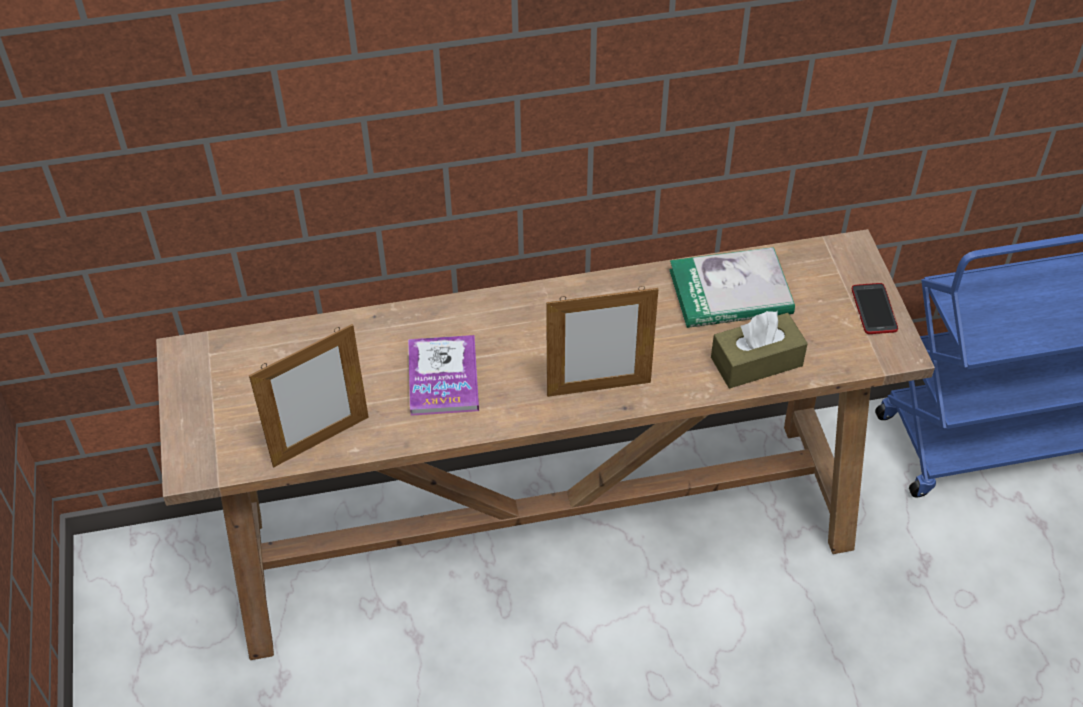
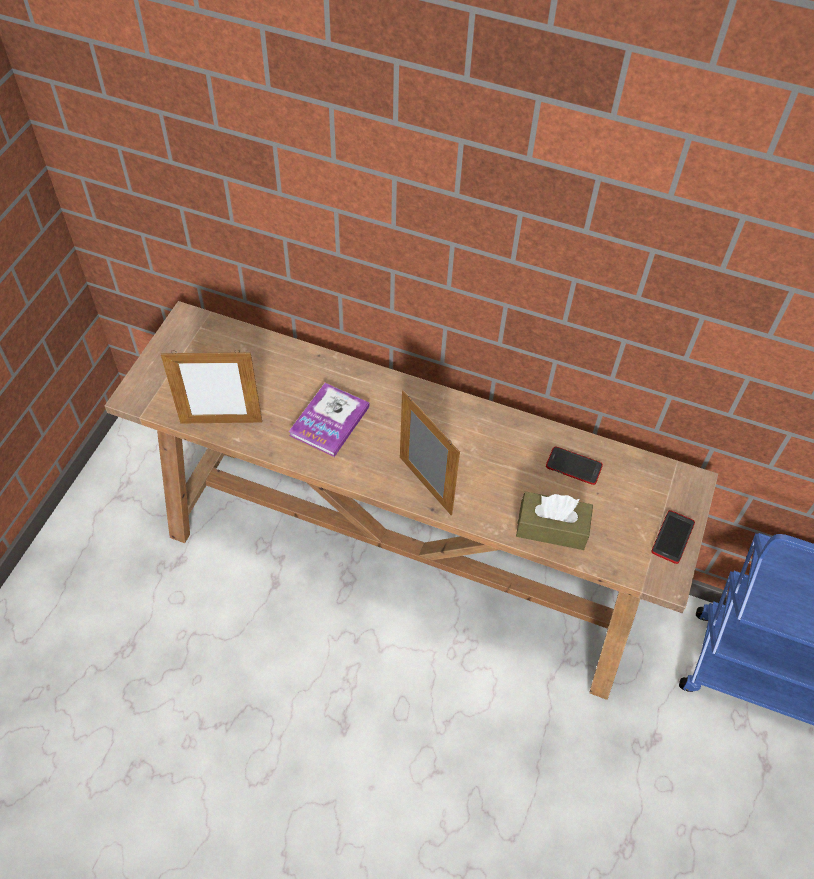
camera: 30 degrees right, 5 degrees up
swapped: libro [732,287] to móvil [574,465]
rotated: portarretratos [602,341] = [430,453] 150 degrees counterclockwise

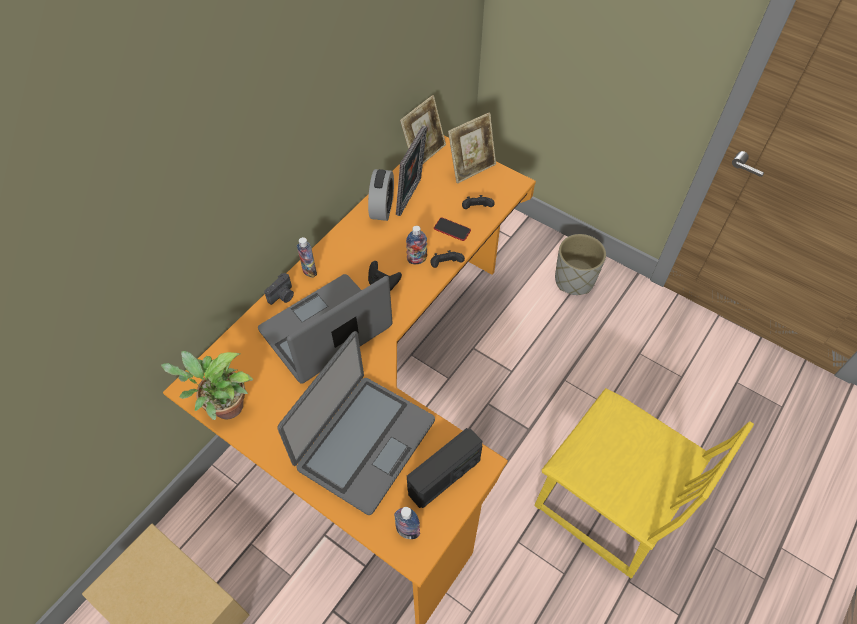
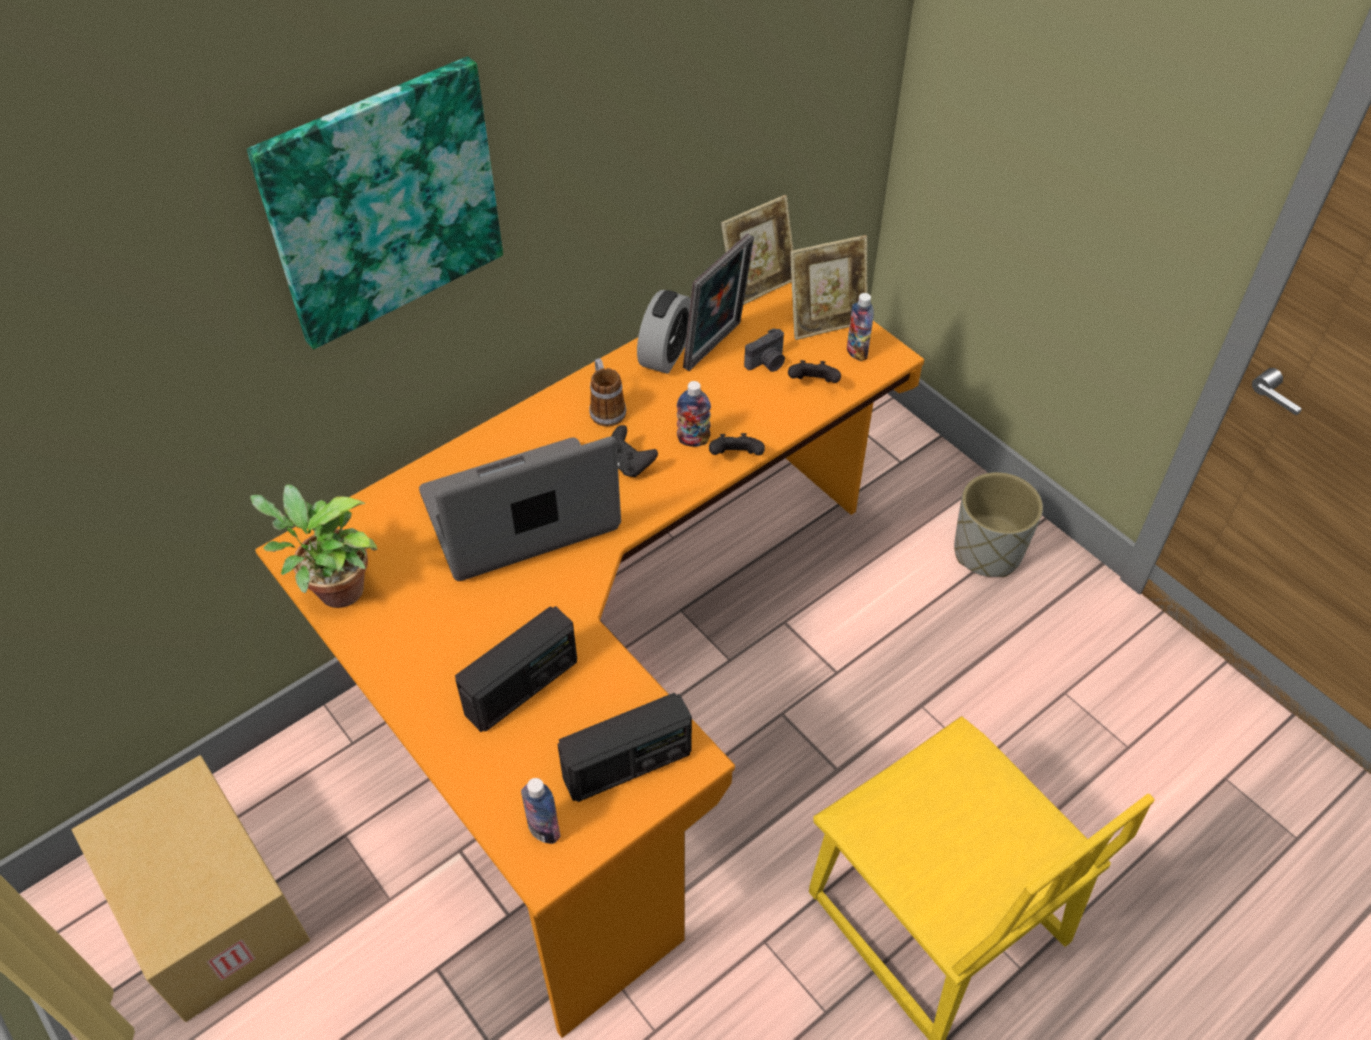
camera: 15 degrees right, 5 degrees down
gone: móvil [452,229]
new: cuadro [375,203]; taza grande [607,392]
shifted: cámara [279,289] to [764,350]; botella [307,257] to [860,327]
swapped: portátil [356,423] to radio [516,669]

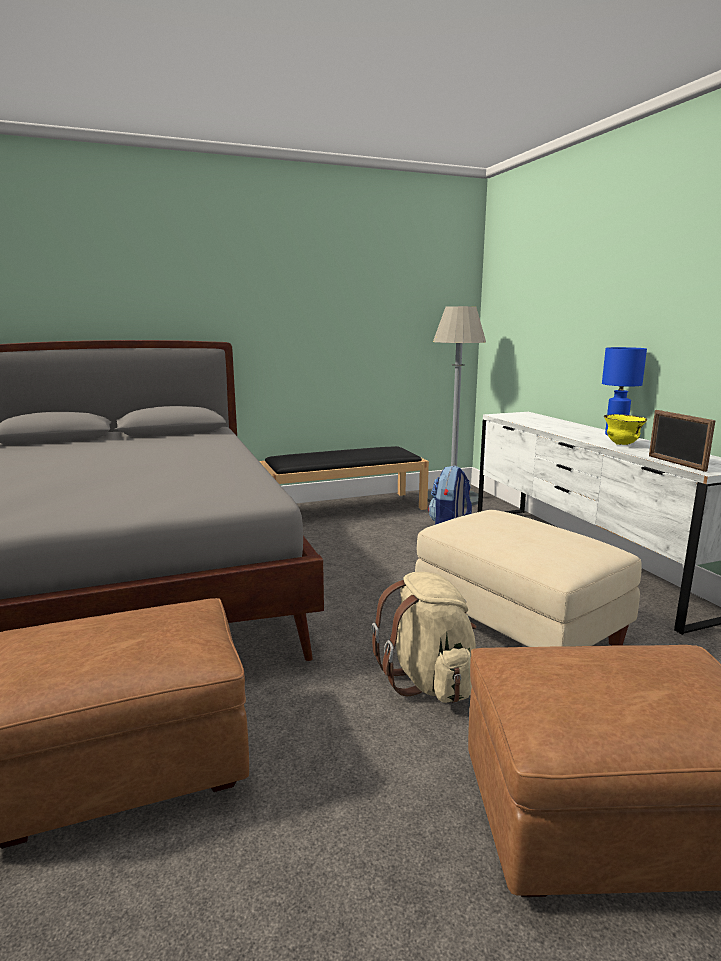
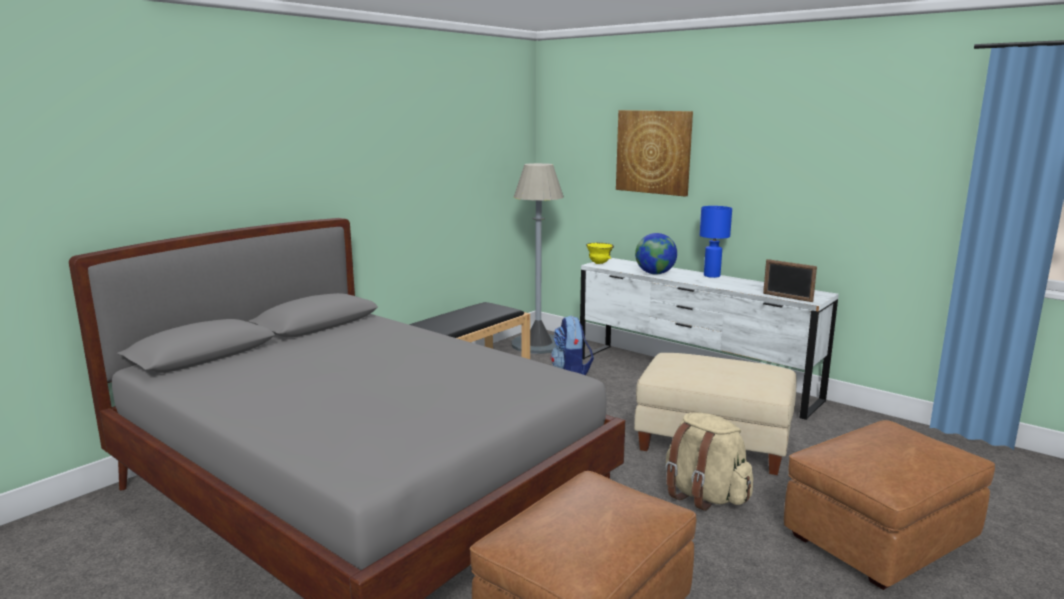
camera: 30 degrees left, 0 degrees up
new: cuadro [654,153]; globo terráqueo [656,253]
shifted: cuenco [amarillo] [626,429] to [600,253]

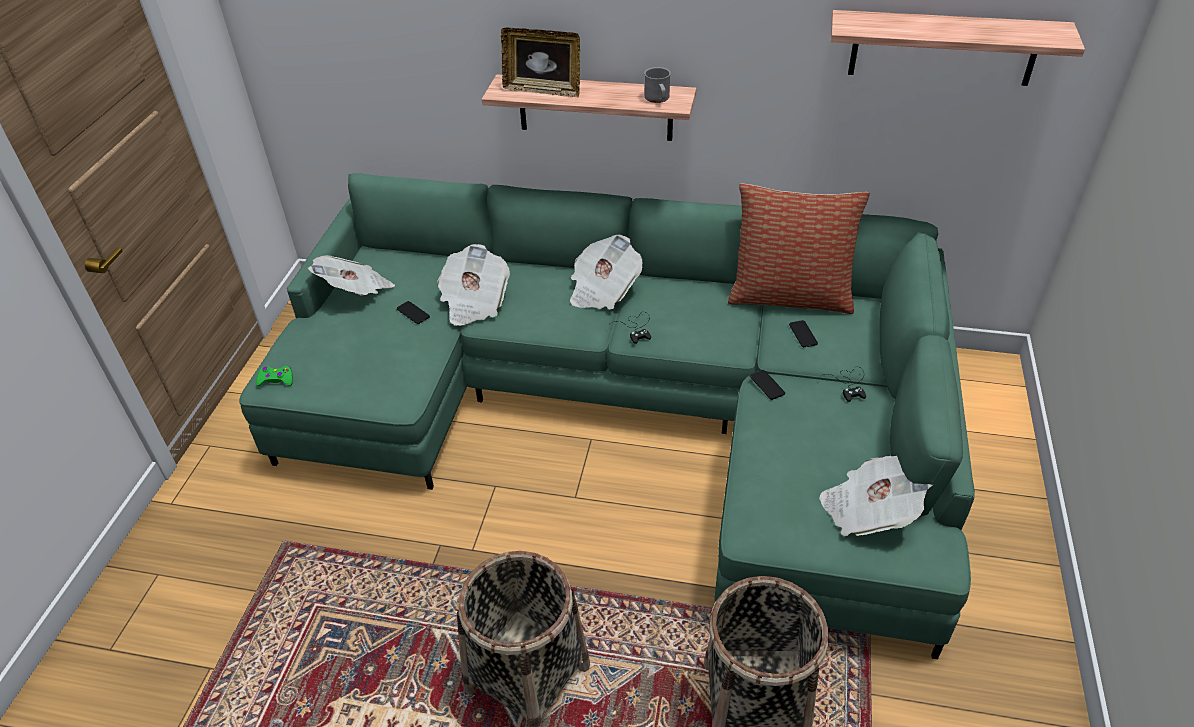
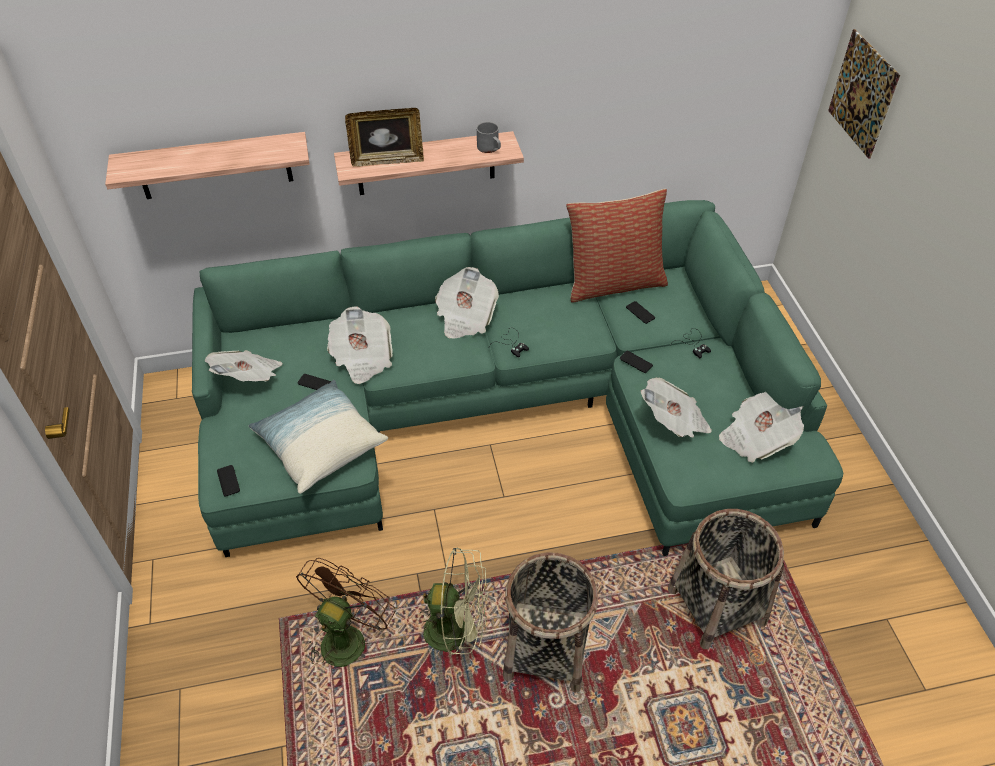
camera: 25 degrees left, 5 degrees up
new: cojín [318,437]; ventilador [marrón] [345,612]; ventilador [verde] [454,601]; periódico [676,408]; cuadro [864,94]
shifted: estante [958,48] to [207,165]
swapped: mando de consola [verde] [274,376] to móvil [228,481]

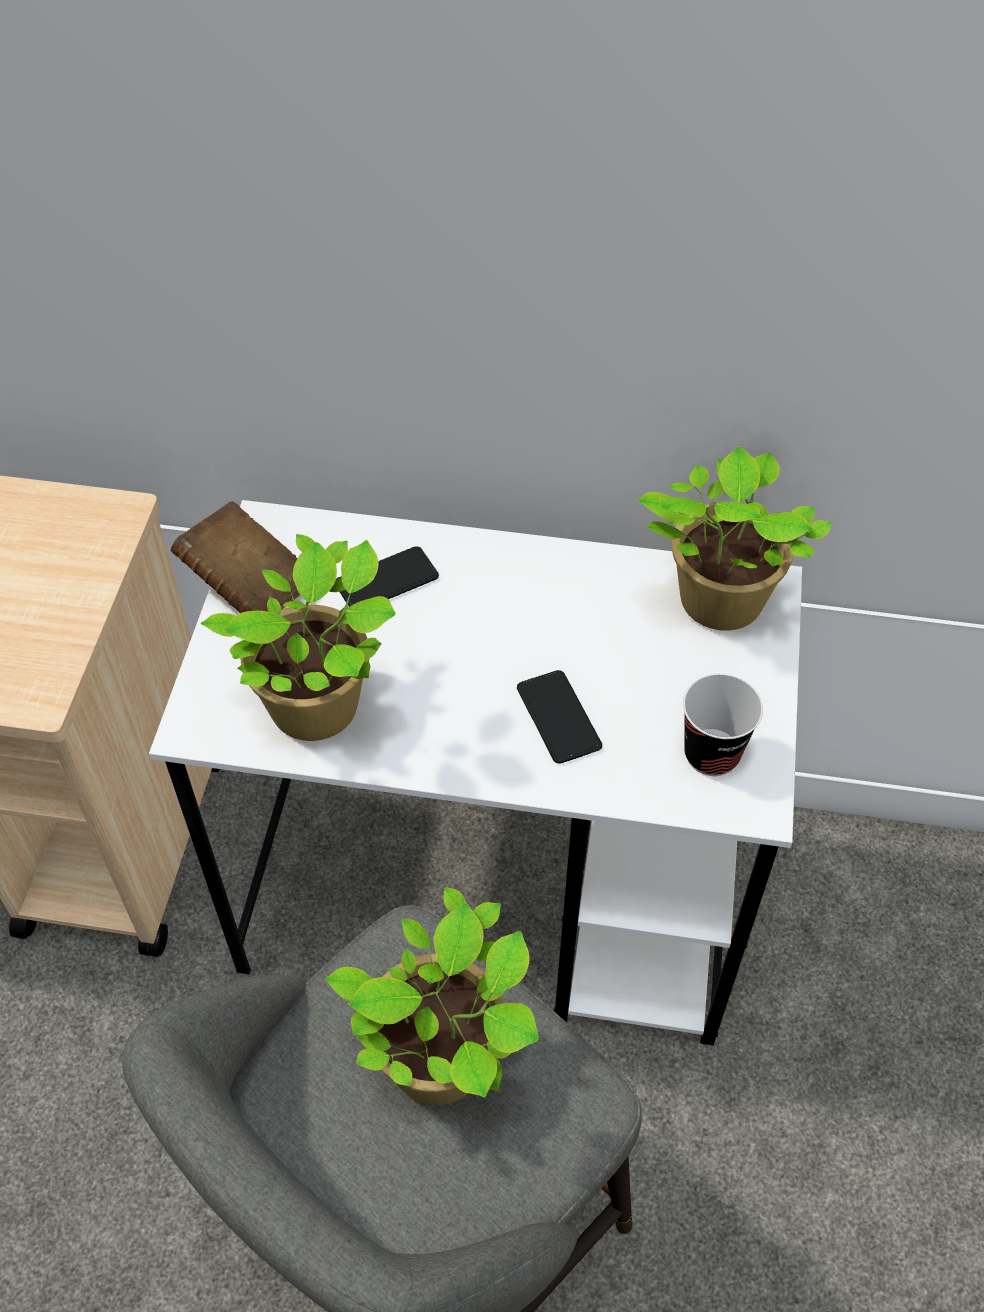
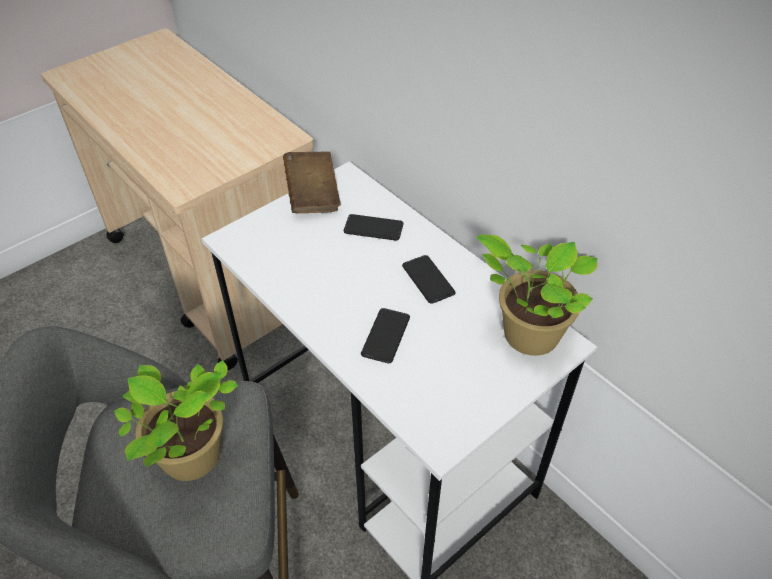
camera: 40 degrees right, 5 degrees down
gone: planta en maceta [298,637]; taza [723,725]
new: móvil [429,279]

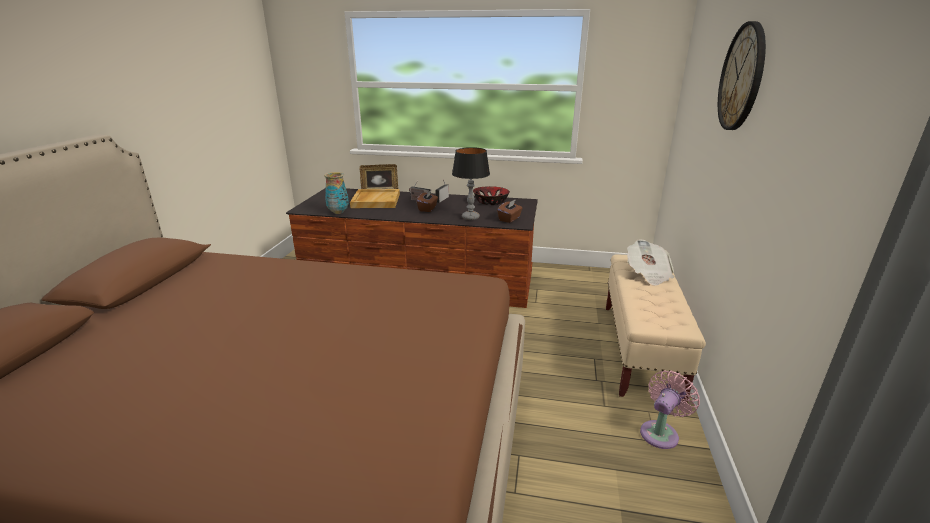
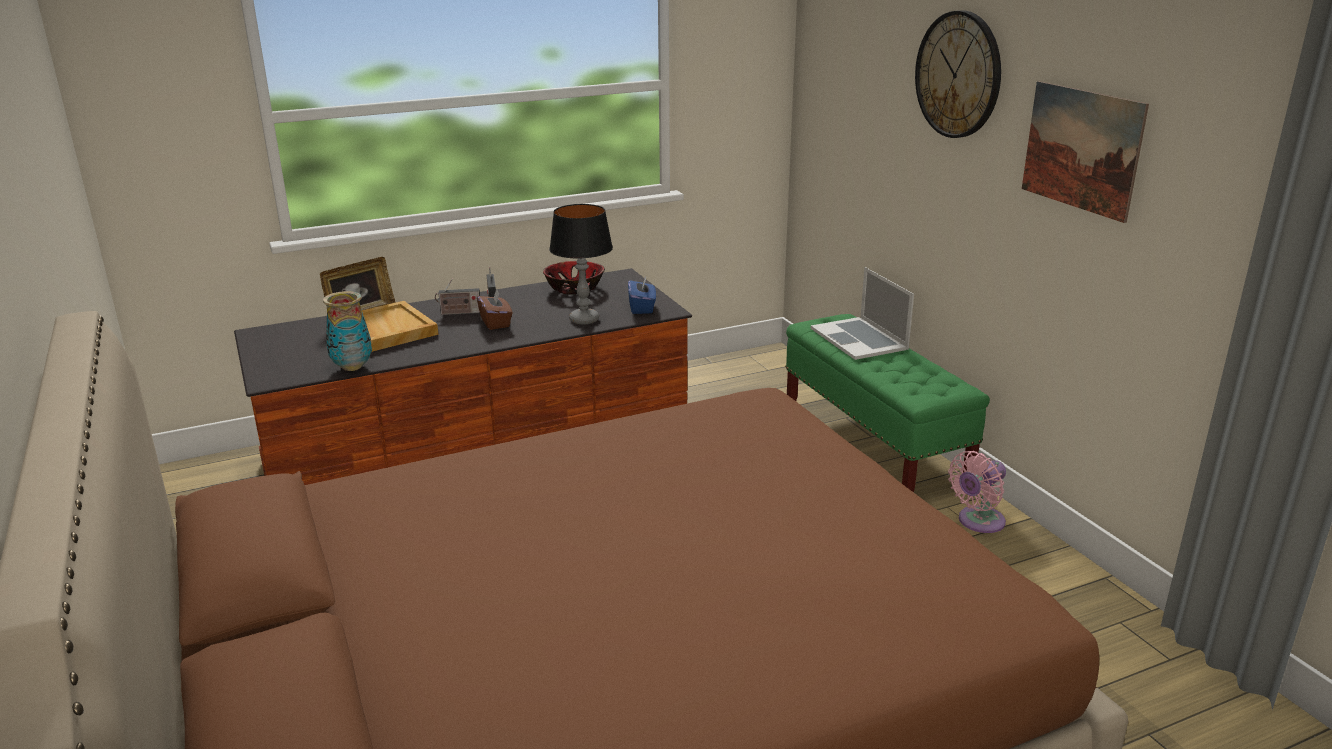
camera: 35 degrees left, 0 degrees up
new: cuadro [1085,152]
swapped: periódico [651,262] to portátil [862,313]
repainted: caja de pañuelos [marrón] [510,211] to caja de pañuelos [azul] [642,295]; banco [beis] [656,328] to banco [verde] [887,403]
rotated: ventilador [rosa] [670,409] = [977,492] 135 degrees counterclockwise

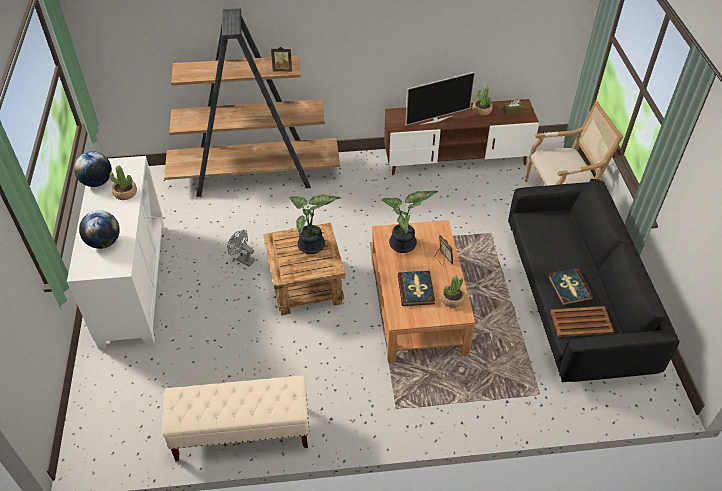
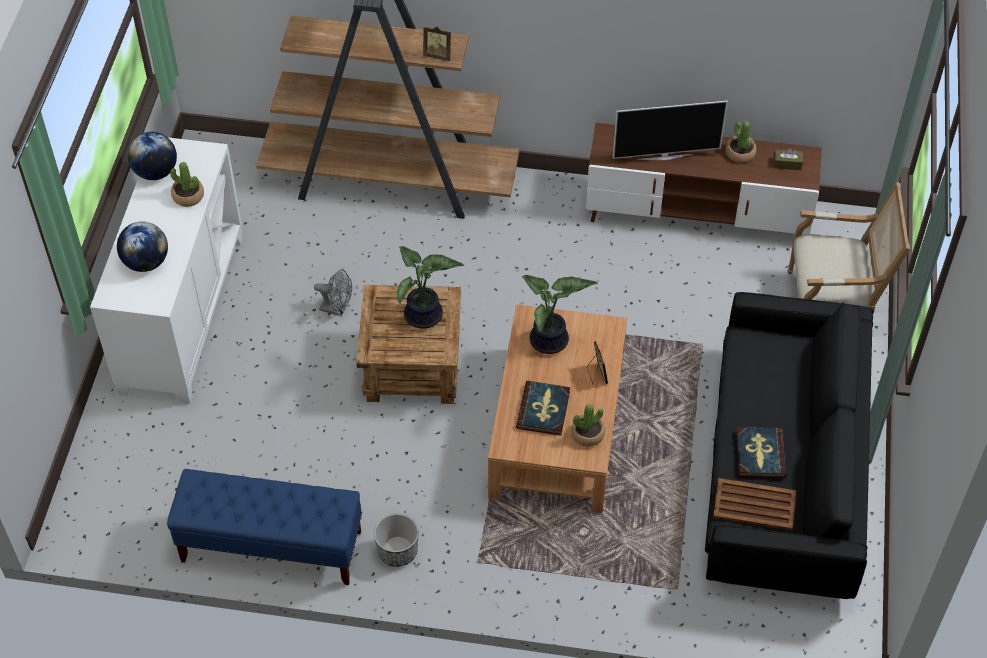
camera: 15 degrees right, 5 degrees up
new: maceta [396,540]
repainted: banco [beis] [235,418] to banco [azul] [264,527]
rotated: ventilador [gris] [241,248] = [333,292] 150 degrees clockwise

